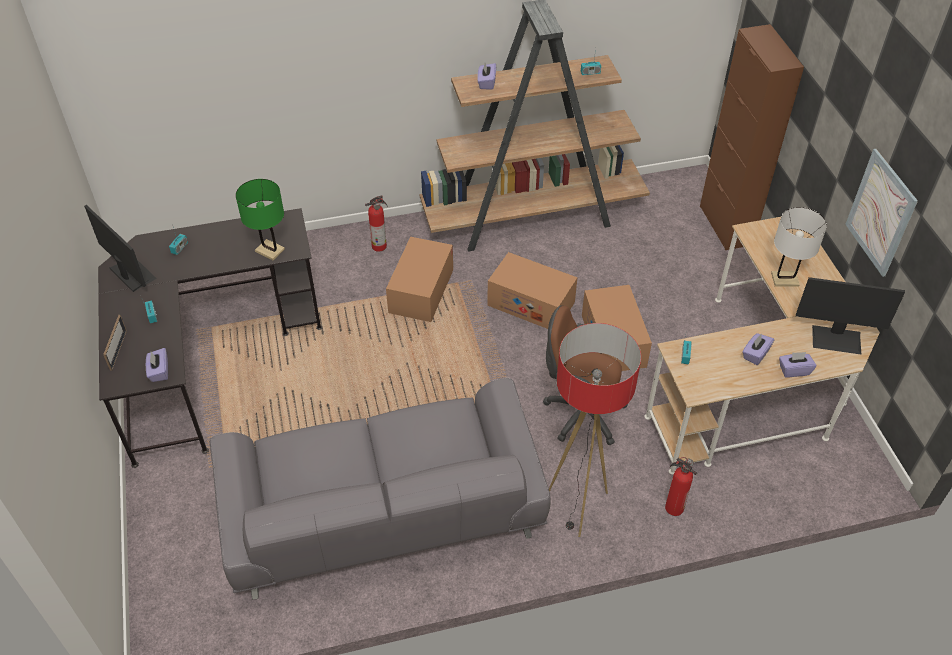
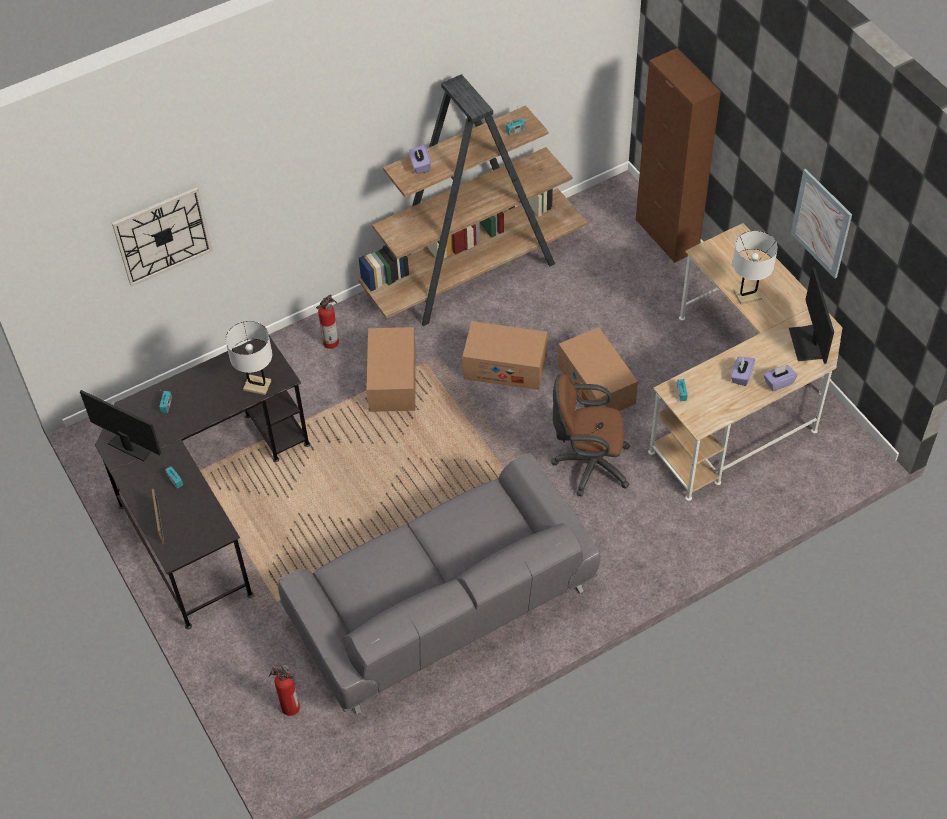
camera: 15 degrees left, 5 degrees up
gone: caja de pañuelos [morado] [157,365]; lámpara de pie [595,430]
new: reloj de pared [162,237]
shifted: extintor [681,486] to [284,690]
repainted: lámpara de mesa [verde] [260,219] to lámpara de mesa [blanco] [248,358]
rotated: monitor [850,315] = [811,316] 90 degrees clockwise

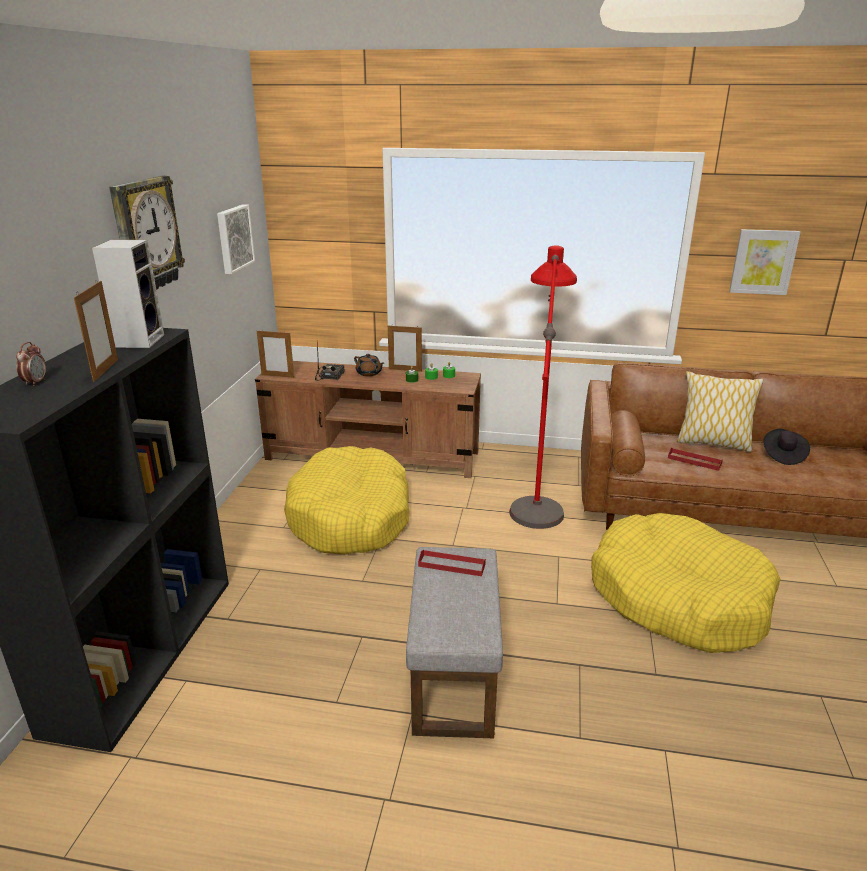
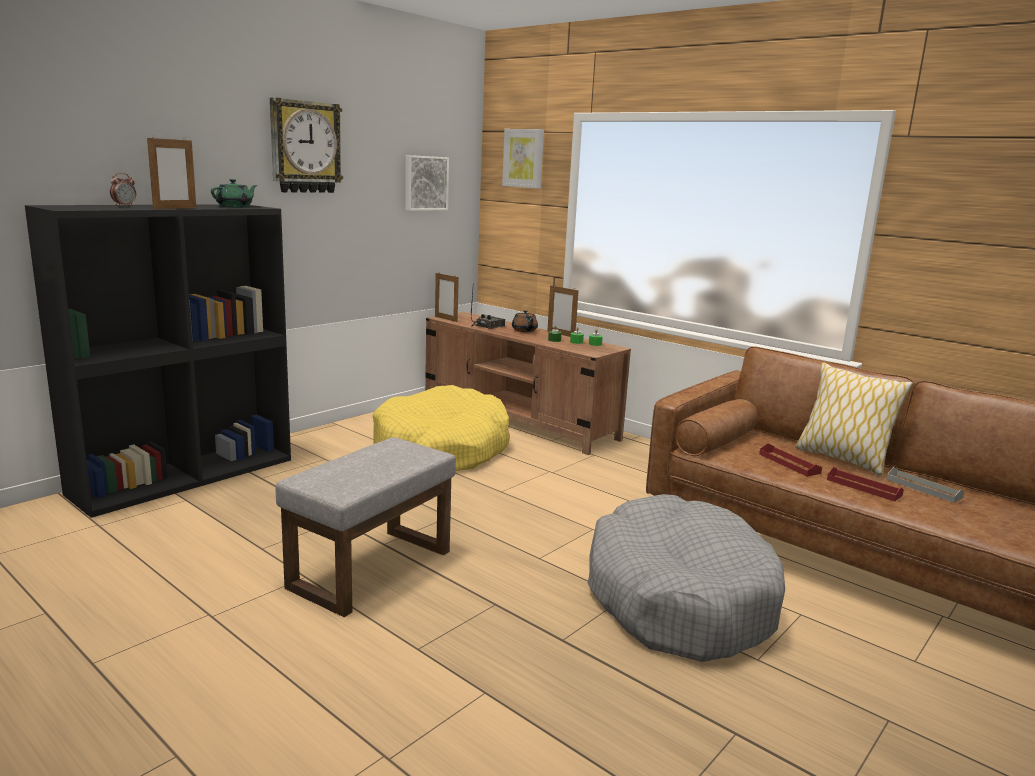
camera: 30 degrees right, 10 degrees down
gone: lámpara de pie [rojo] [543,387]
shifted: bandeja [rojo] [452,563] to [865,484]; cuadro [765,262] to [523,159]
swapped: altavoz [128,294] to tetera [verde] [234,193]; sombrero [negro] [786,447] to bandeja [gris] [925,485]
repainted: cama para perro [amarillo] [685,583] to cama para perro [gris] [686,578]

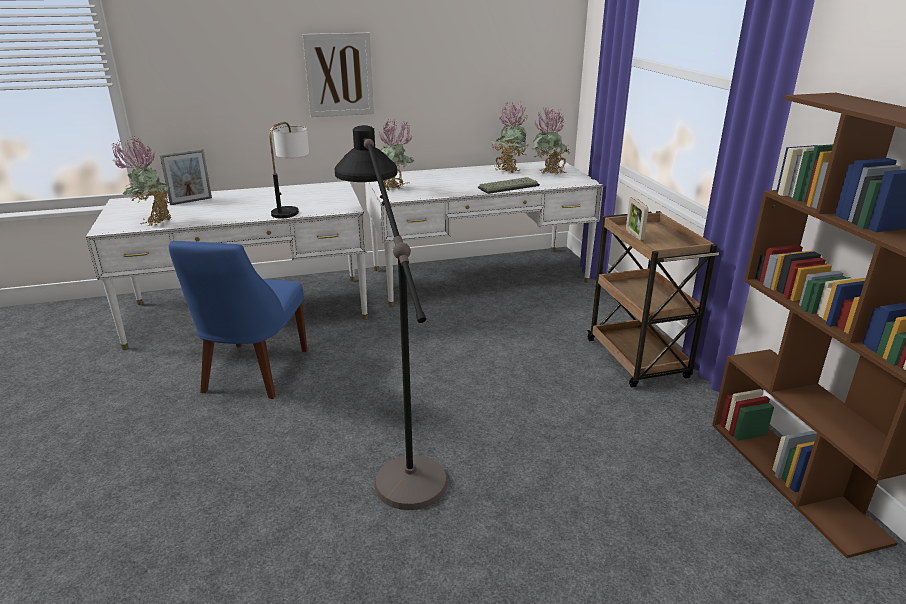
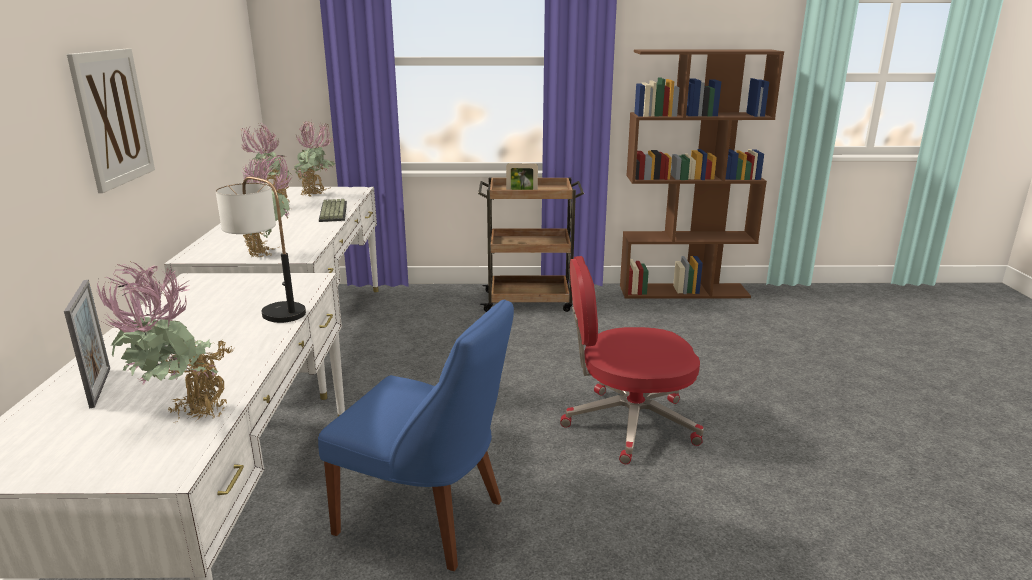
camera: 75 degrees left, 5 degrees down
swapped: lámpara de pie [negro] [391,317] to silla de oficina [rojo] [632,360]

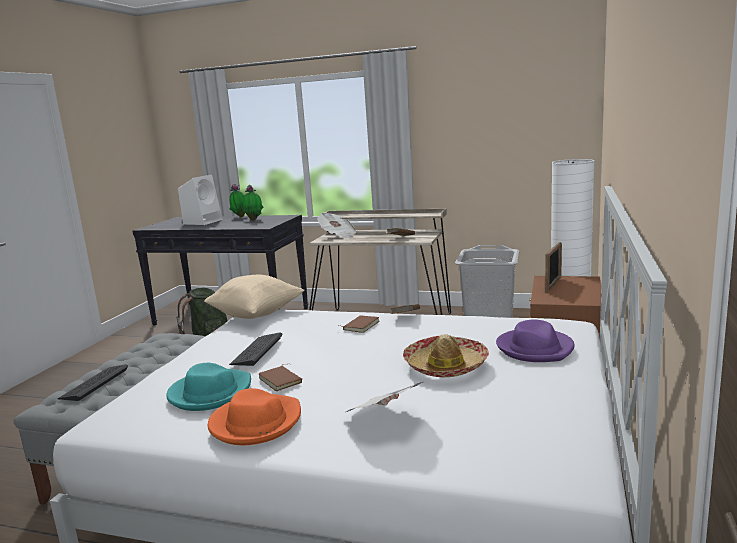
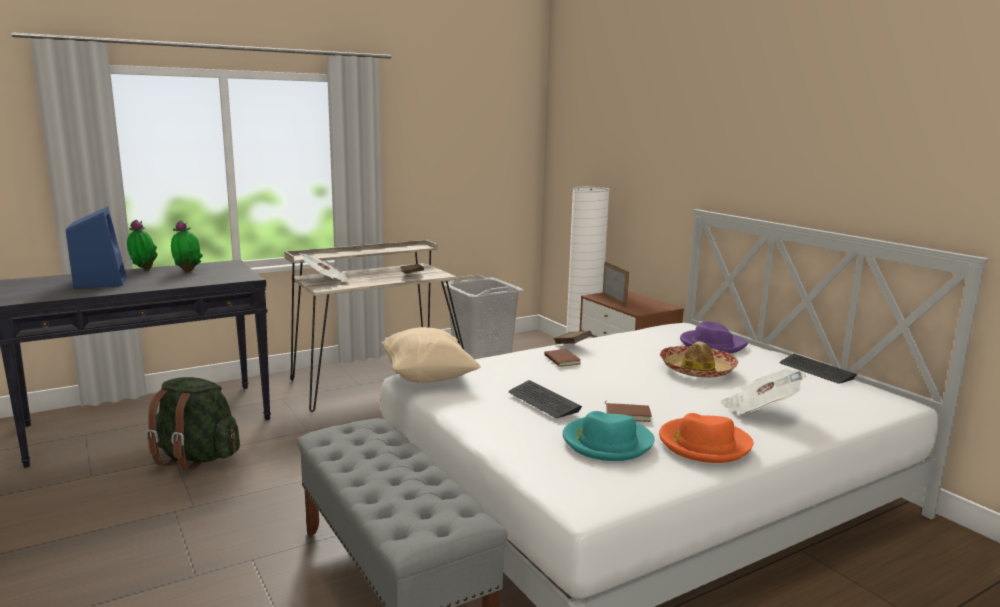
camera: 50 degrees left, 0 degrees up
shifted: teclado [92,382] to [818,368]
repainted: altavoz [blanco] [200,200] to altavoz [azul] [96,247]

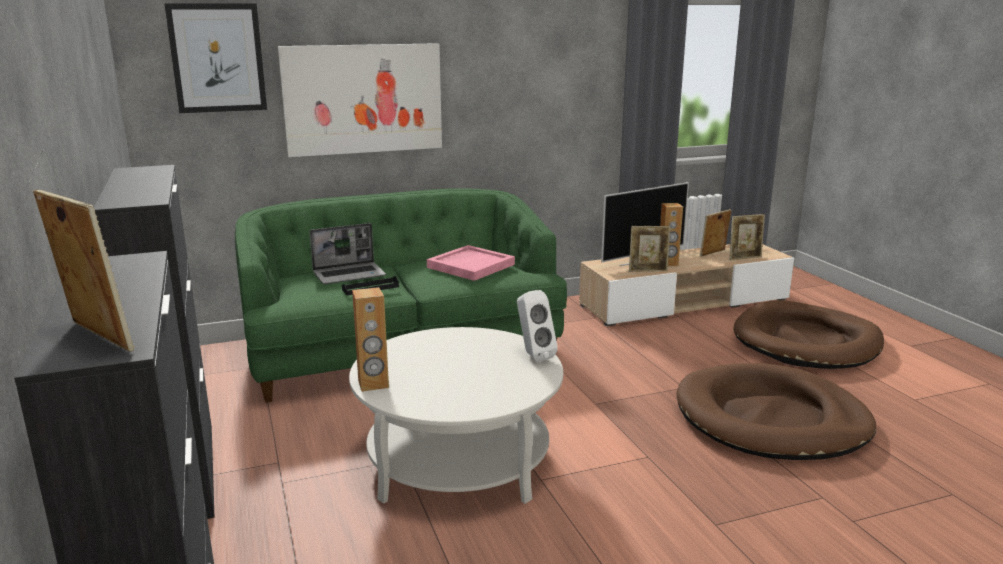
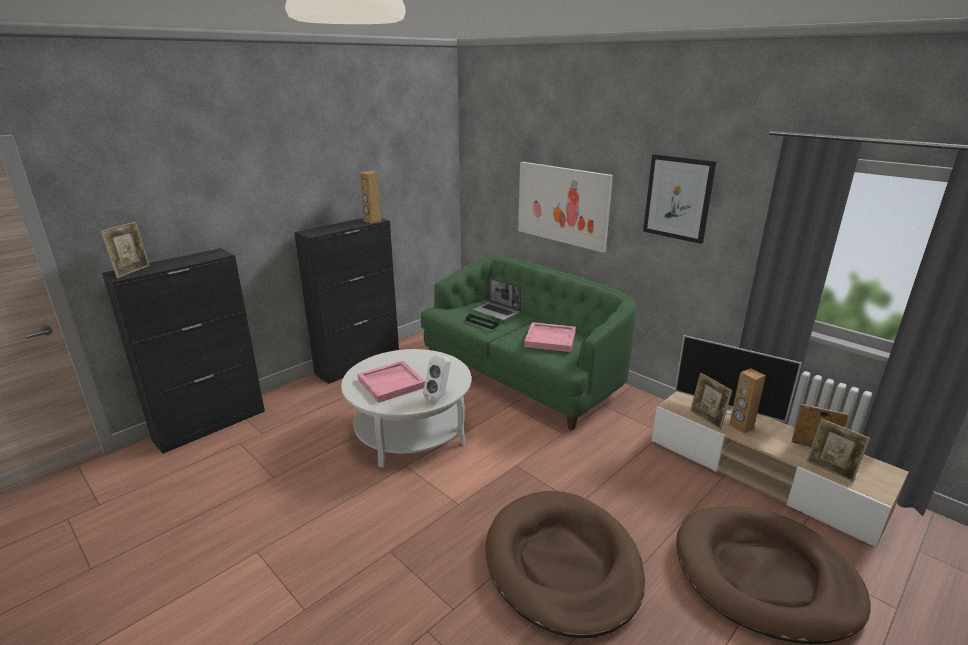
camera: 65 degrees right, 5 degrees up
new: bandeja [rosa] [391,382]
shifted: cuadro [215,58] to [680,199]; altavoz [marrón] [370,339] to [370,197]

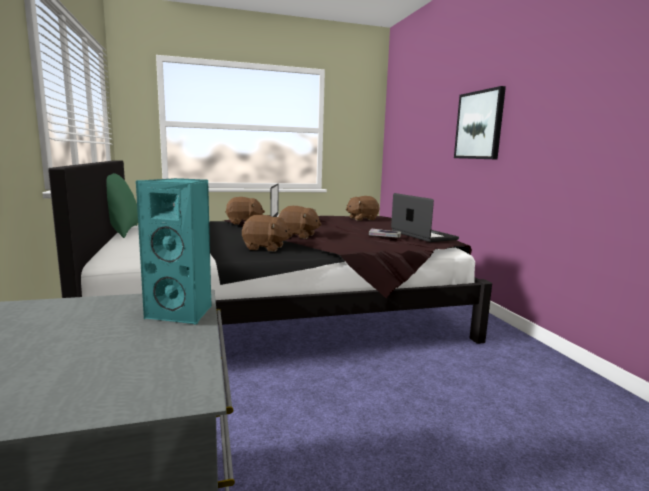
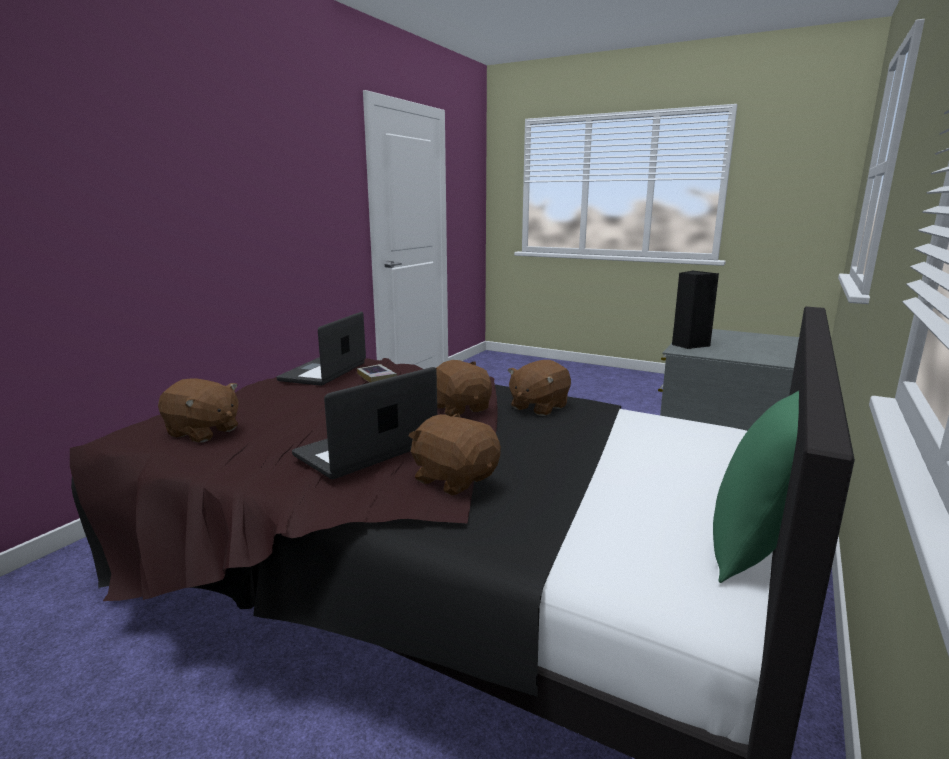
camera: 135 degrees left, 5 degrees up
gone: cuadro [480,123]
repainted: altavoz [turquesa] [174,251] to altavoz [negro] [695,310]
rotated: peluche [marrón] [266,233] = [539,388] 105 degrees counterclockwise

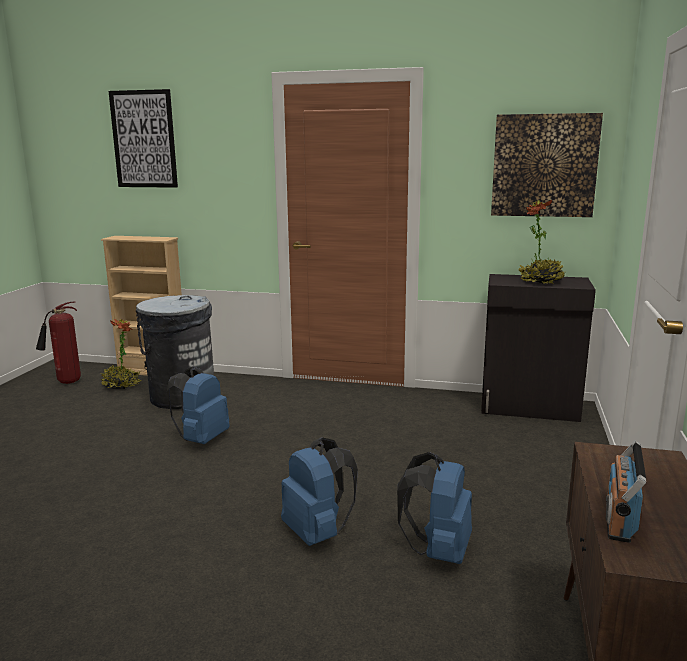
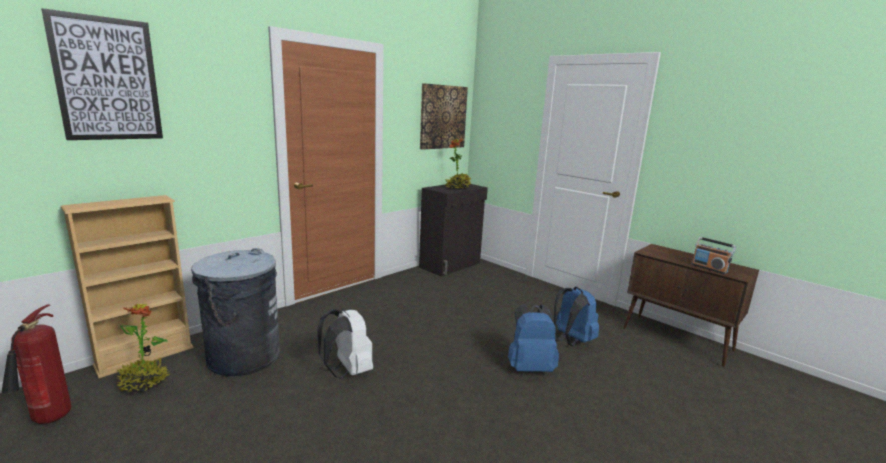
camera: 60 degrees left, 0 degrees up
repainted: mochila [azul] [198,405] to mochila [blanco] [345,344]

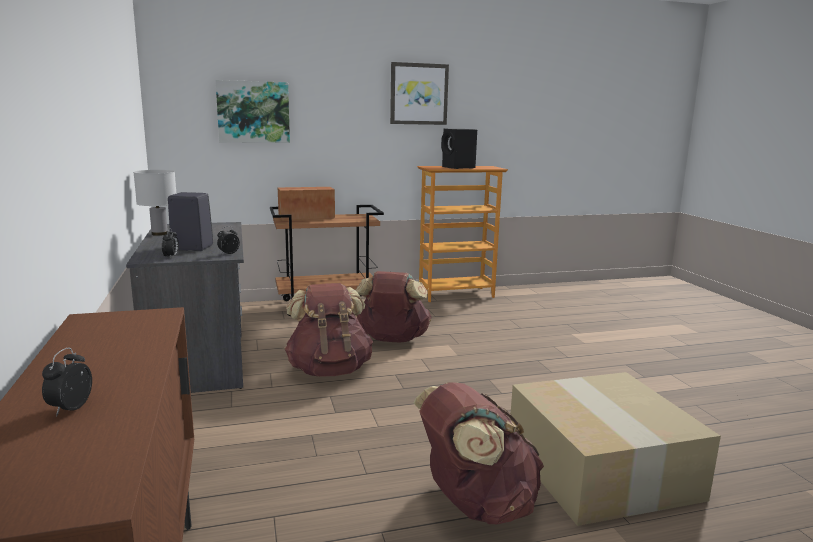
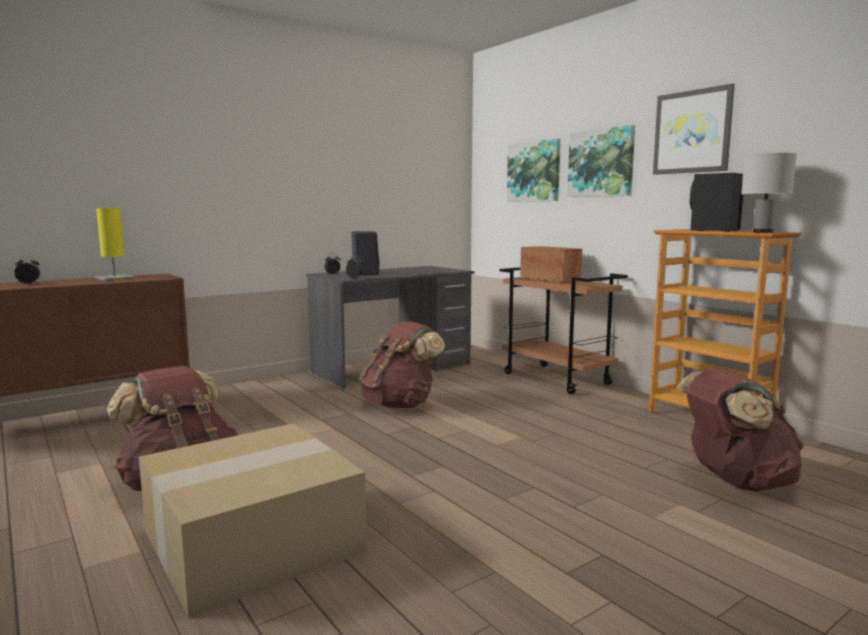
camera: 70 degrees right, 5 degrees down
new: lámpara de mesa [amarillo] [114,244]; cuadro [601,161]
shifted: lámpara de mesa [blanco] [154,203] to [769,193]; mochila [marrón] [393,306] to [740,429]

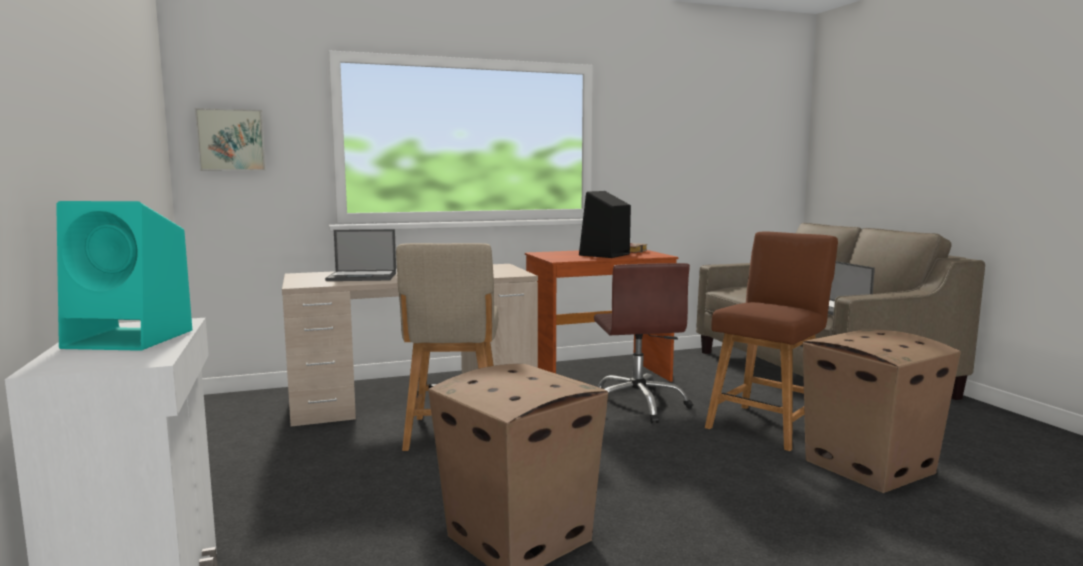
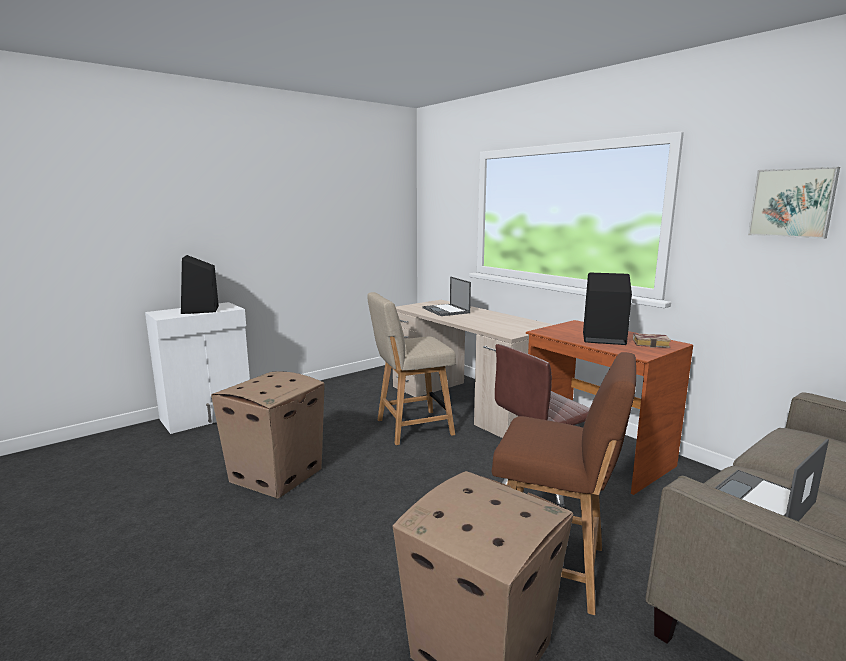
camera: 70 degrees right, 5 degrees up
shifted: cuadro [230,139] to [794,203]
repainted: altavoz [turquesa] [124,276] to altavoz [negro] [200,284]

